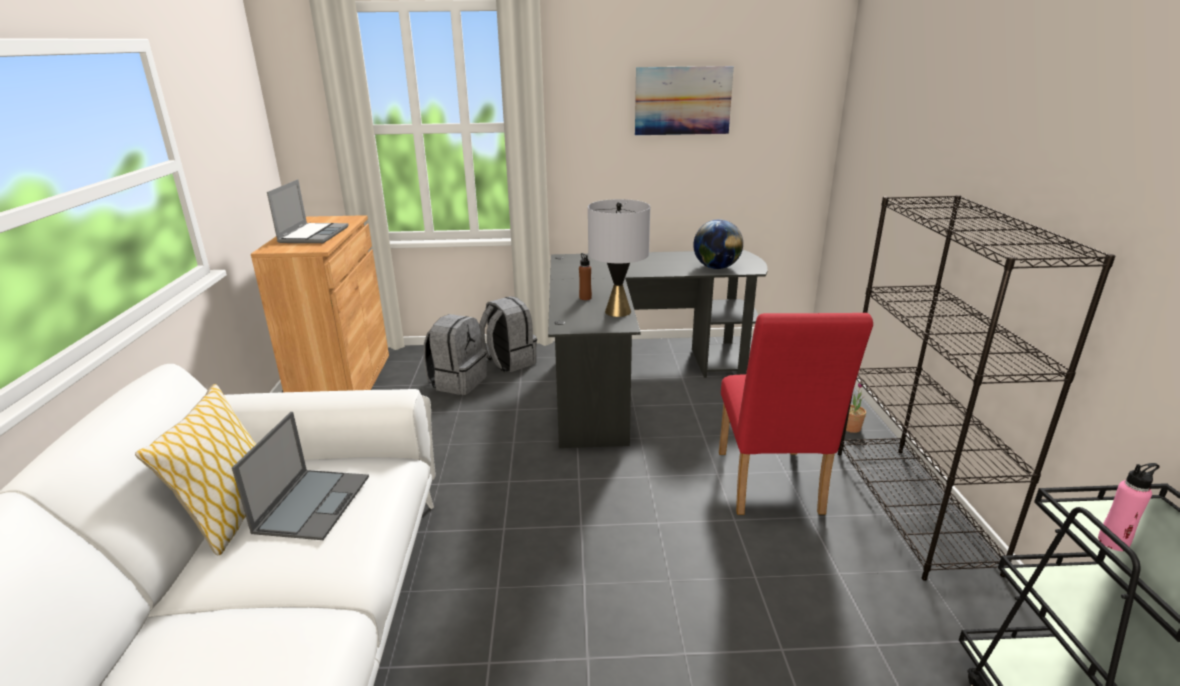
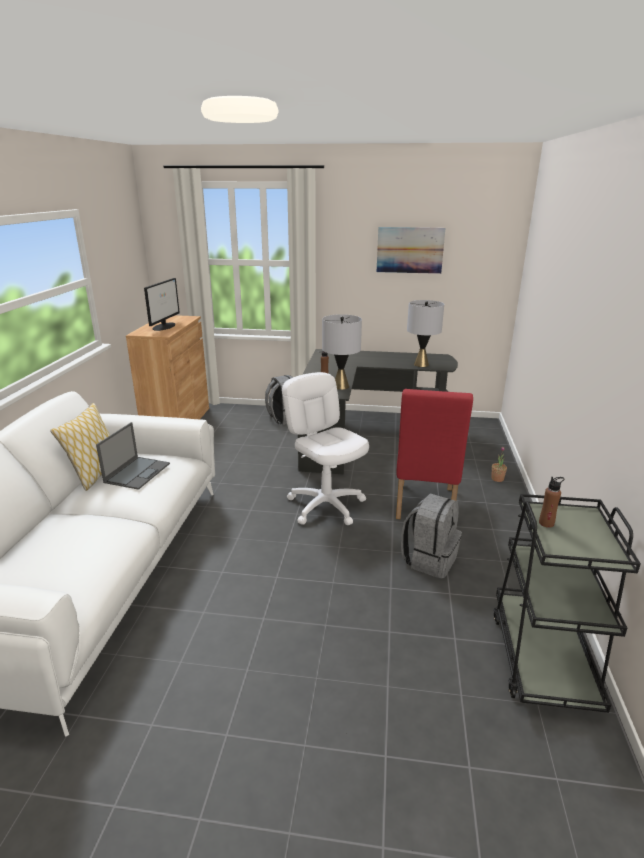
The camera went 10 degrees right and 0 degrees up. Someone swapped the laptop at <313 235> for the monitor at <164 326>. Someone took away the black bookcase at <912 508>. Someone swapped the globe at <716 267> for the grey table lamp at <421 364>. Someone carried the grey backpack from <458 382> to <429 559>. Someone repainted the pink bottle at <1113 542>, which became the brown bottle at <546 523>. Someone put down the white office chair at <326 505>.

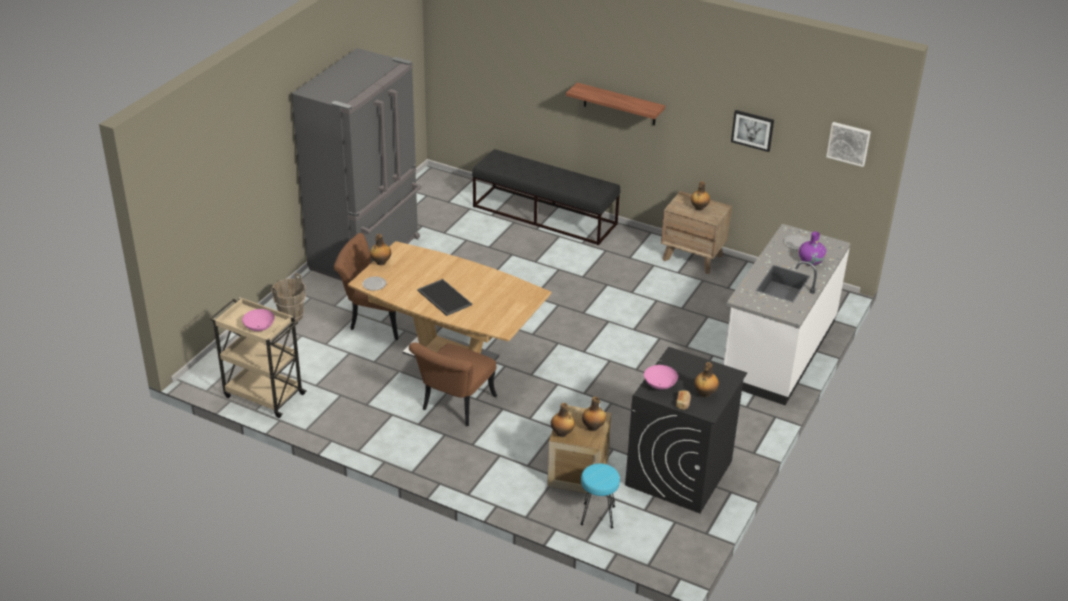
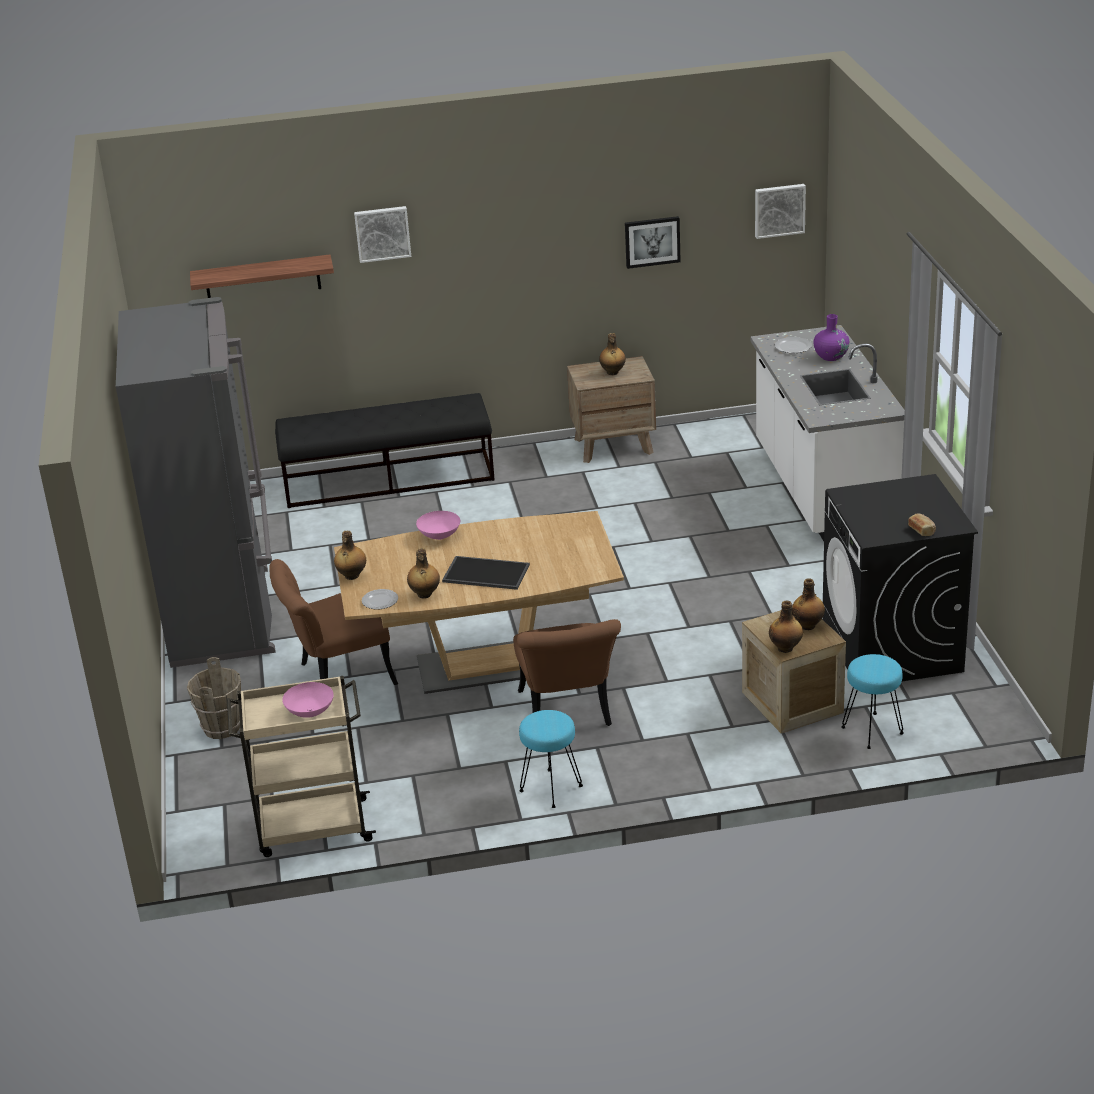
The camera went 35 degrees left and 5 degrees down. Someone carried the shelf from <619 104> to <262 279>. Someone carried the bottle from <704 394> to <424 594>. Someone carried the pink bowl from <659 385> to <439 536>. Someone put up the picture at <382 233>. Someone put down the turquoise stool at <550 788>.

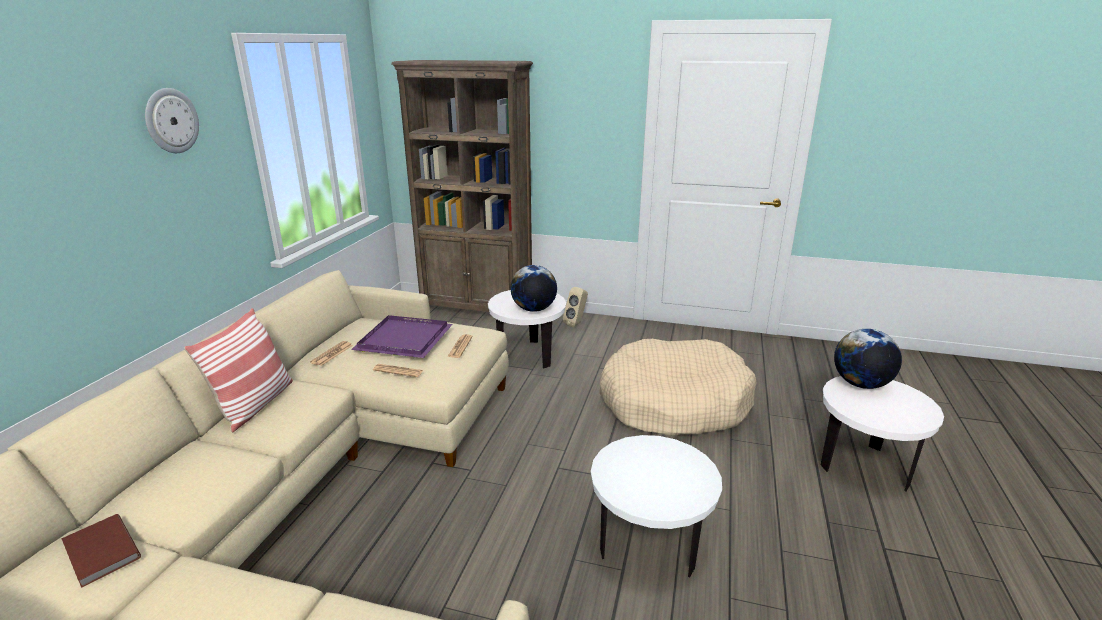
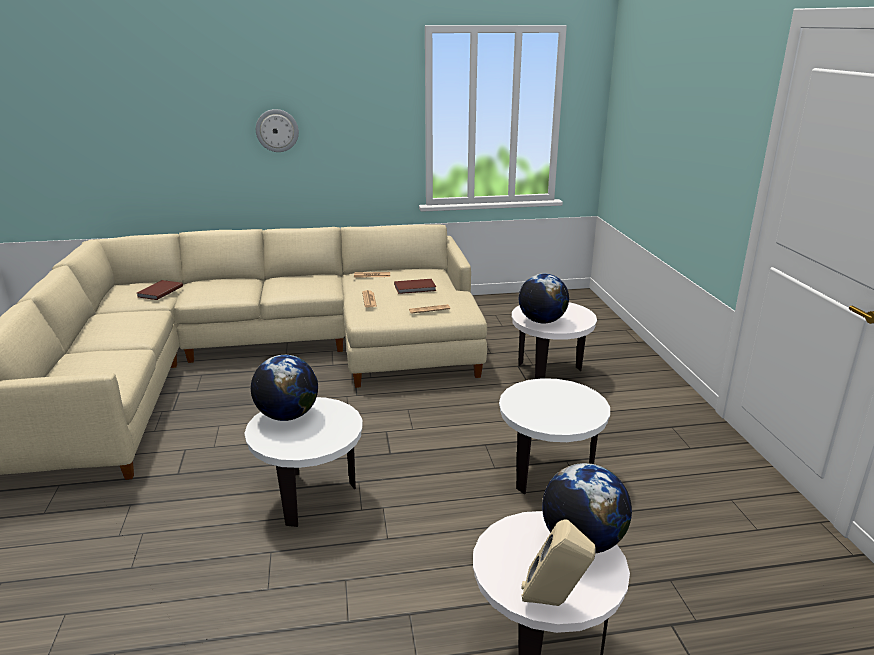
The camera went 65 degrees right and 0 degrees up. Someone took away the brown bookcase at <477 309>. Someone carried the wall clock from <171 121> to <277 130>. Someone carried the beige speaker from <576 324> to <554 602>. Someone took away the pillow at <255 404>. Someone swapped the purple tray at <406 339> for the brown book at <415 288>. Someone swapped the beige dog bed at <673 403> for the white side table at <549 473>. Someone put down the globe at <287 415>.

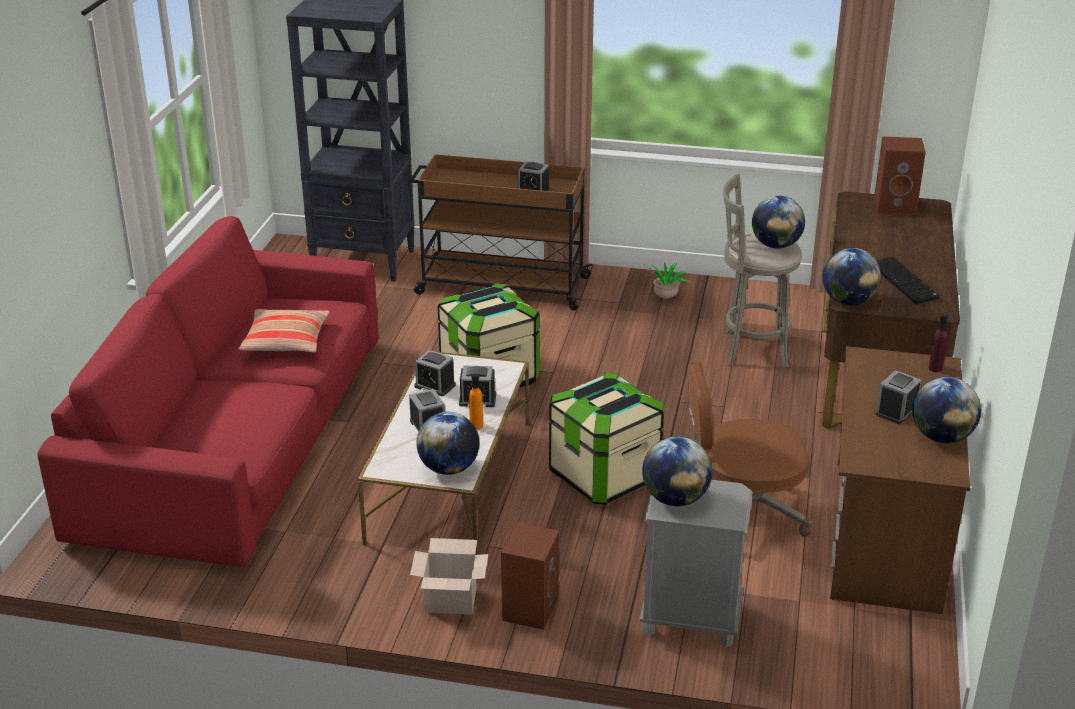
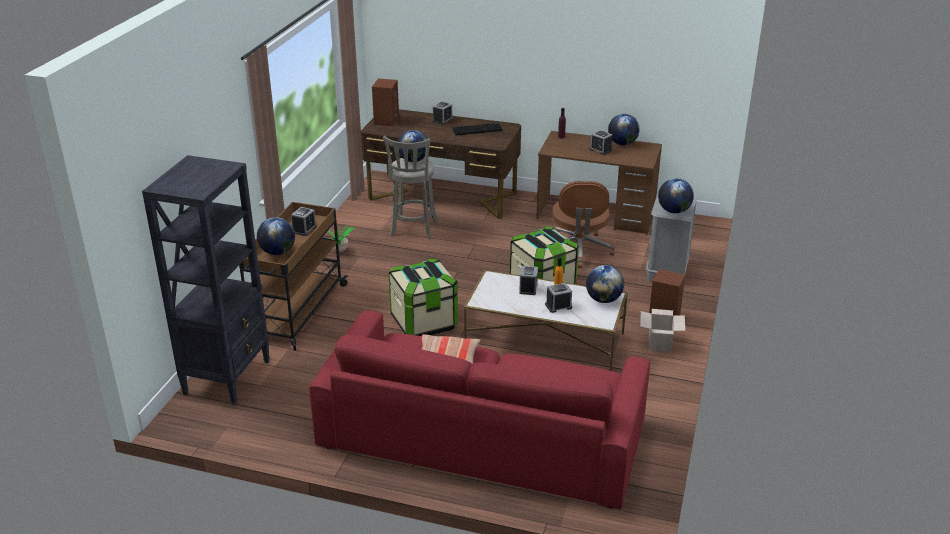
The camera went 85 degrees left and 0 degrees up. Someone carried the globe from <848 301> to <277 252>. Someone carried the alarm clock from <435 386> to <442 120>.

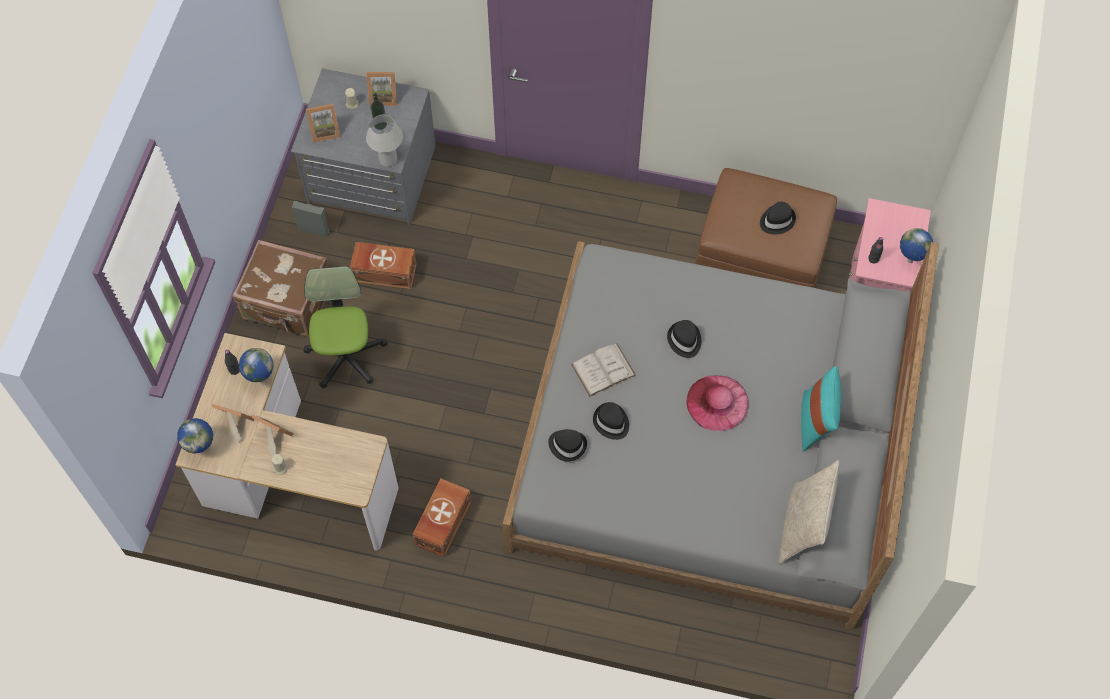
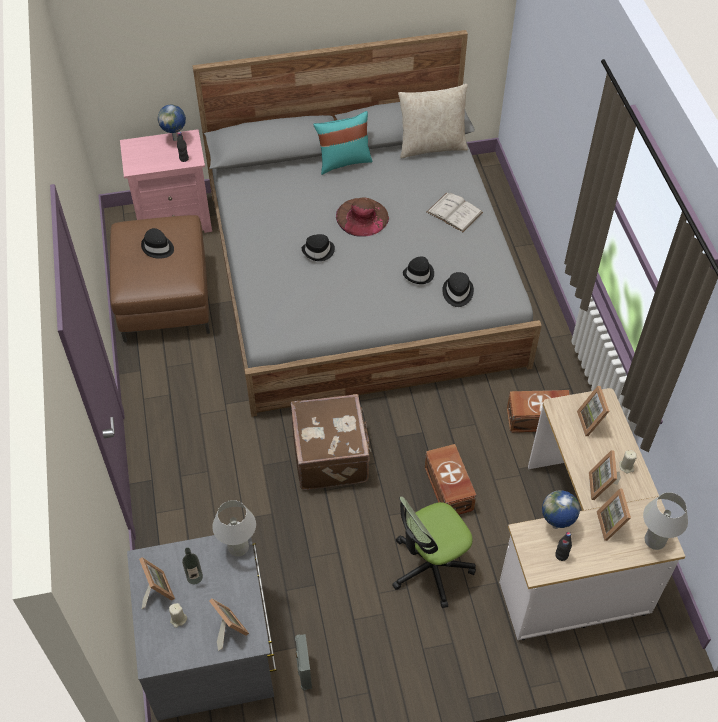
The camera went 115 degrees left and 10 degrees down. Someone carried the brown suitcase from <288 303> to <331 455>. Someone carried the brown storage box from <384 272> to <448 489>. Someone carried the white book from <603 369> to <454 212>. Someone repainted the pink hat at <717 402>, which became the brown hat at <362 217>. Someone swapped the globe at <202 448> for the white table lamp at <654 540>. Someone put down the picture frame at <593 422>.

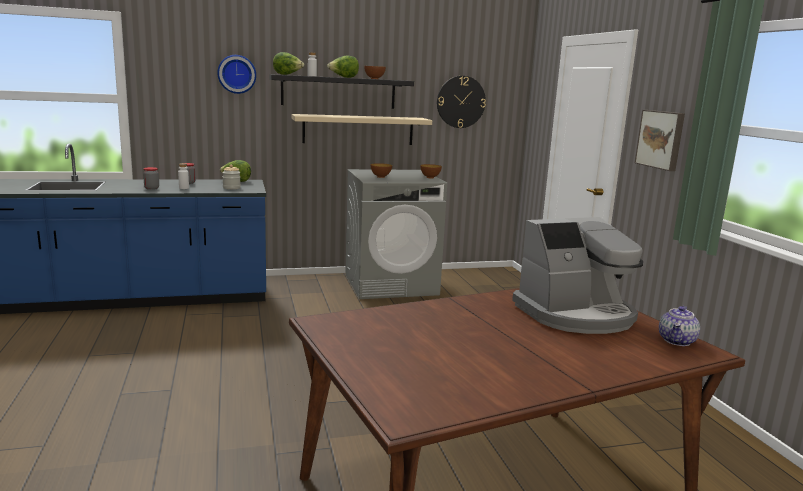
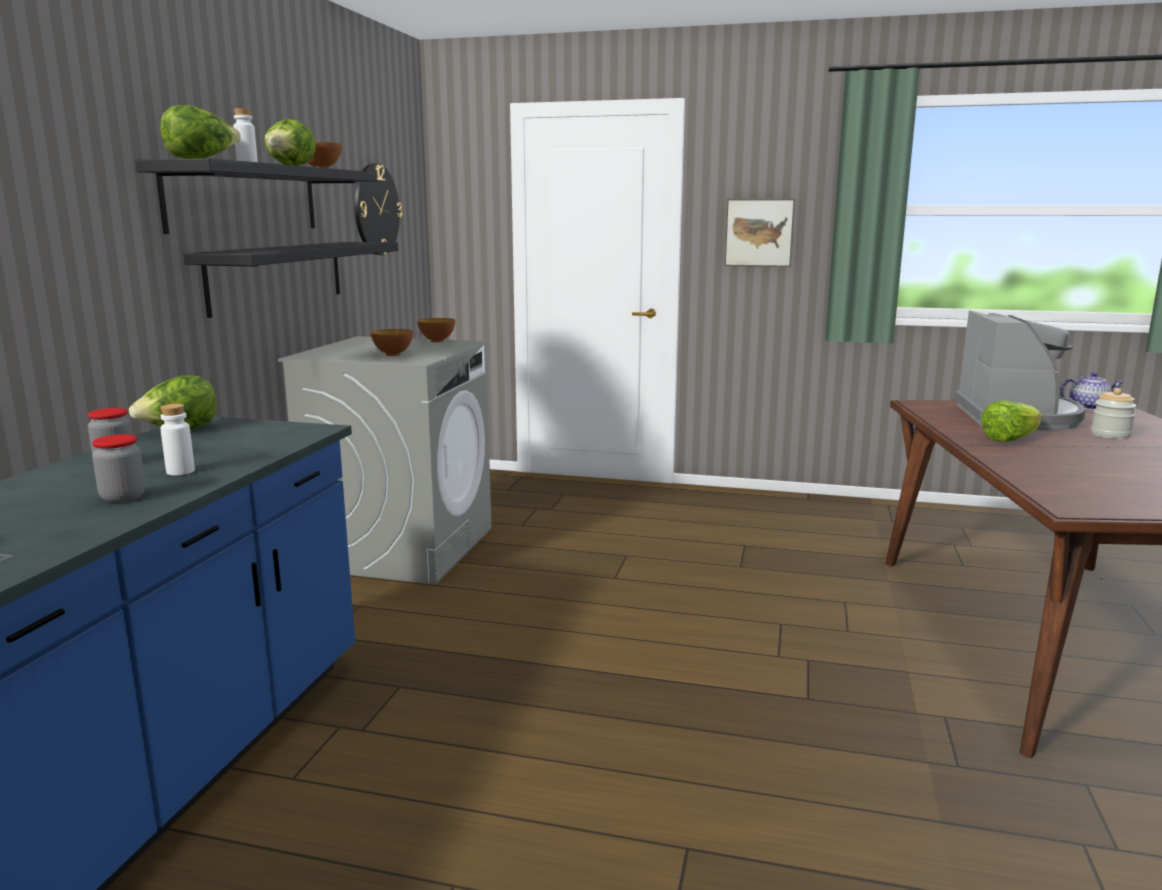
The camera went 60 degrees left and 0 degrees up. Someone took away the wall clock at <237 74>. Someone repainted the beige shelf at <358 130>, which became the black shelf at <278 275>. Someone carried the jar from <231 188> to <1110 435>. Someone rotated the teapot at <677 341> by 60 degrees counterclockwise. Someone put down the lettuce at <1010 439>.

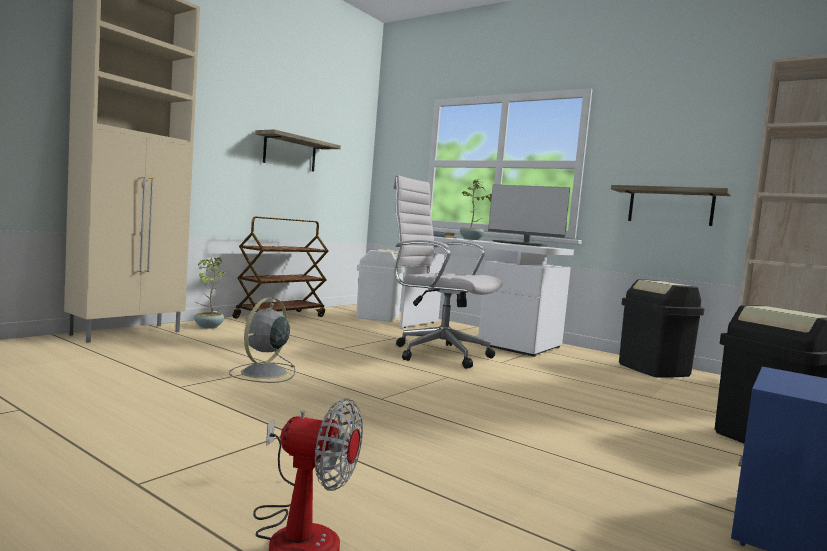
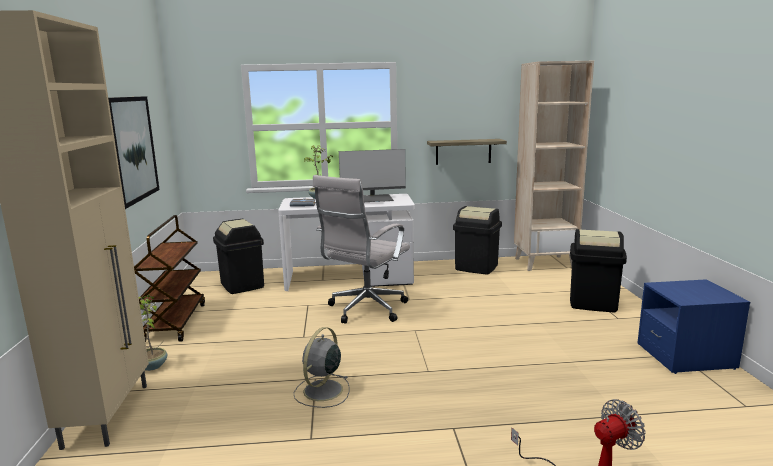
The camera went 40 degrees left and 10 degrees up. Someone swapped the shelf at <290 152> for the picture at <131 149>. Someone rotated the white office chair at <437 354> by 45 degrees counterclockwise. Someone repainted the white trash can at <378 317>, which became the black trash can at <242 285>. Someone rotated the grey fan at <263 373> by 45 degrees clockwise.

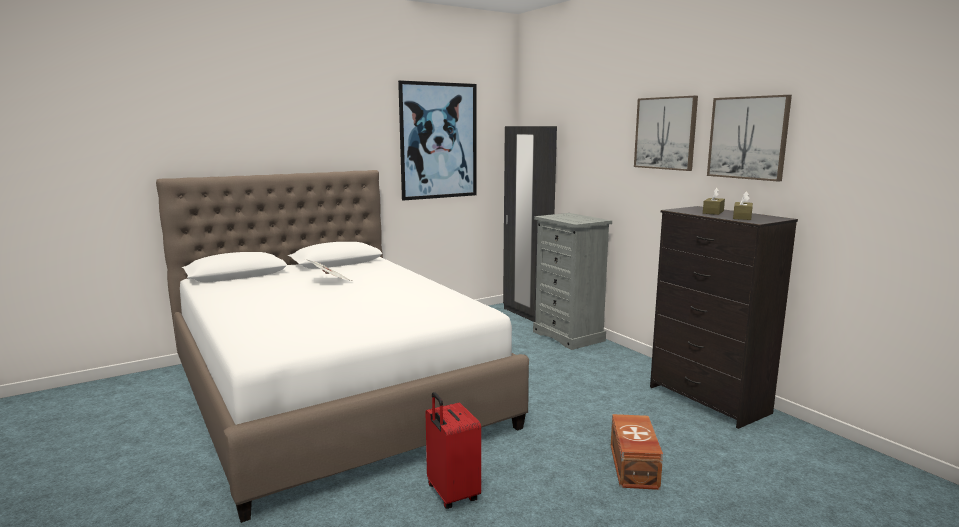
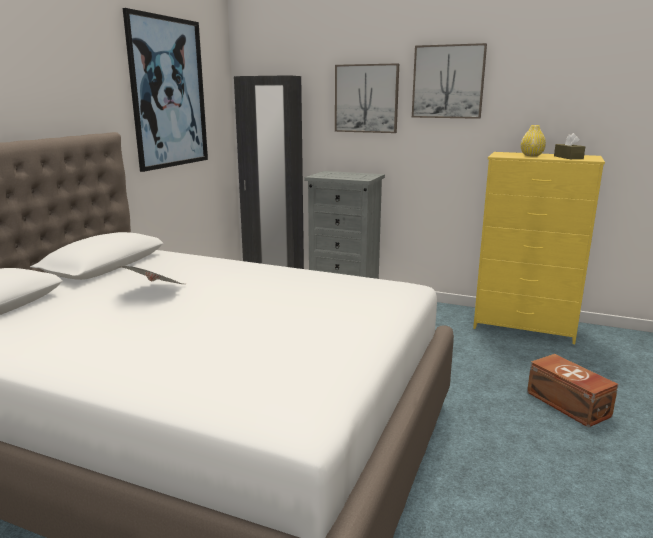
The camera went 35 degrees left and 5 degrees up. Someone carried the picture from <748 138> to <366 98>. Someone swapped the brown tissue box at <713 212> for the yellow vase at <531 155>. Someone repainted the black dresser at <708 400>, which became the yellow dresser at <524 327>. Someone took away the red suitcase at <451 494>.

